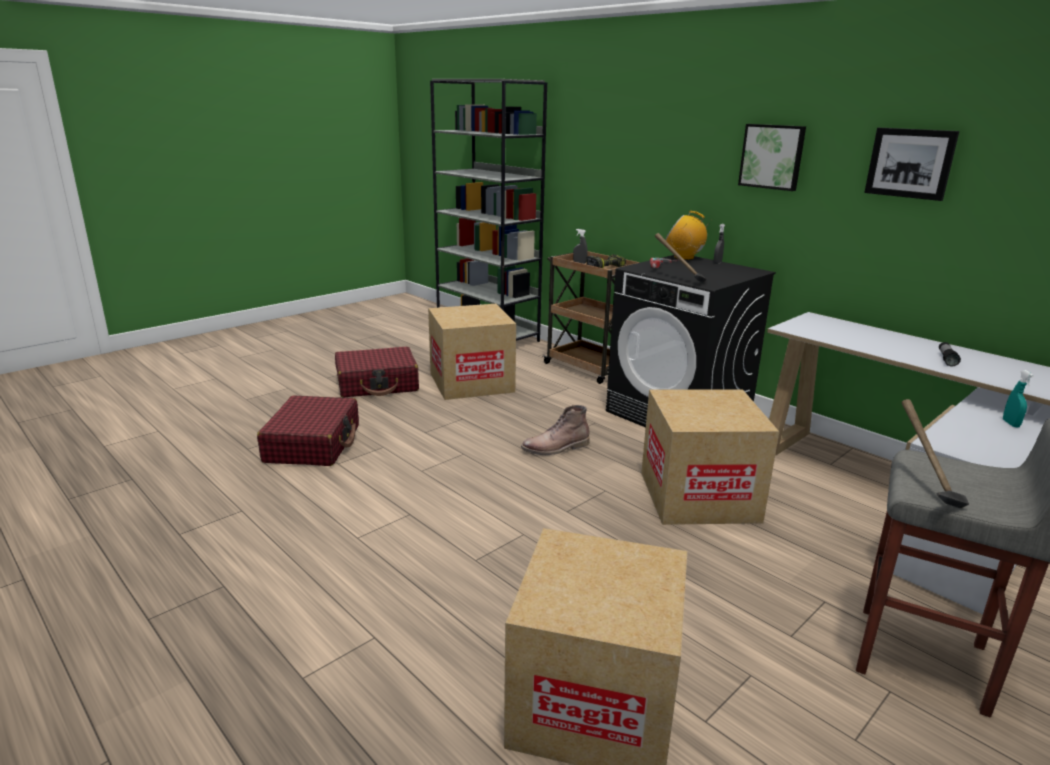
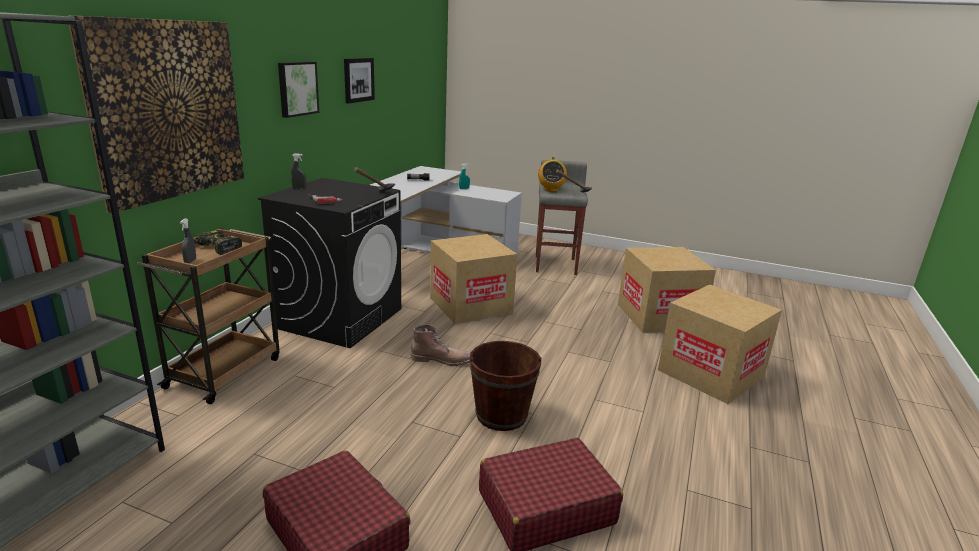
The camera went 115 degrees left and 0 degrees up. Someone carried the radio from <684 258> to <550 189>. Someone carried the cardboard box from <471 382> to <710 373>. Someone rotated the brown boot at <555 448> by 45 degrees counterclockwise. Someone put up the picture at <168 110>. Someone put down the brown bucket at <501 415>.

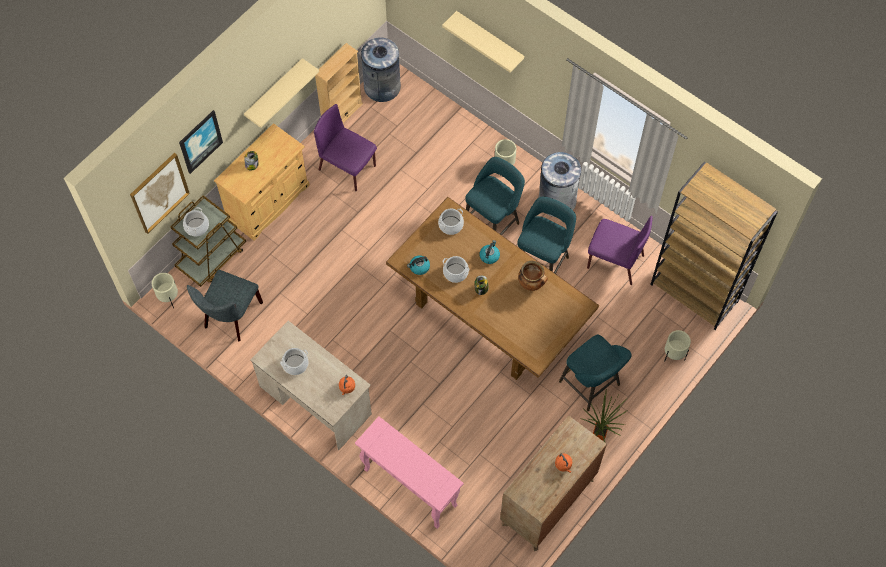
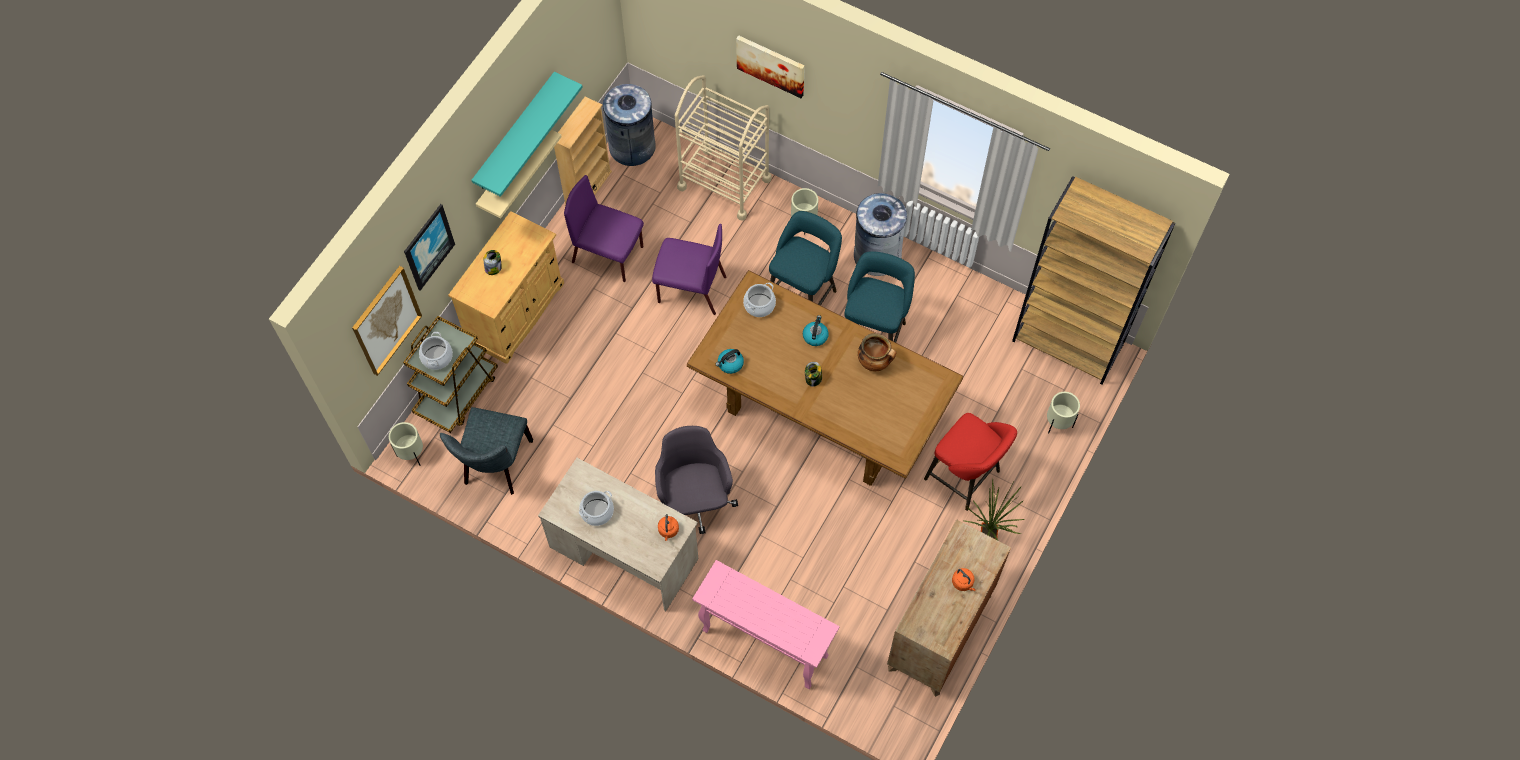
The camera went 10 degrees left and 0 degrees up. Someone swapped the beige shelf at <489 40> for the picture at <771 65>. Someone carried the purple chair from <614 261> to <690 289>. Someone took away the cooking pot at <455 272>. Someone repainted the turquoise stool at <591 385>, which became the red stool at <965 478>. Someone put up the turquoise shelf at <515 133>. Someone put down the beige cart at <724 183>. Someone put down the grey office chair at <694 500>.

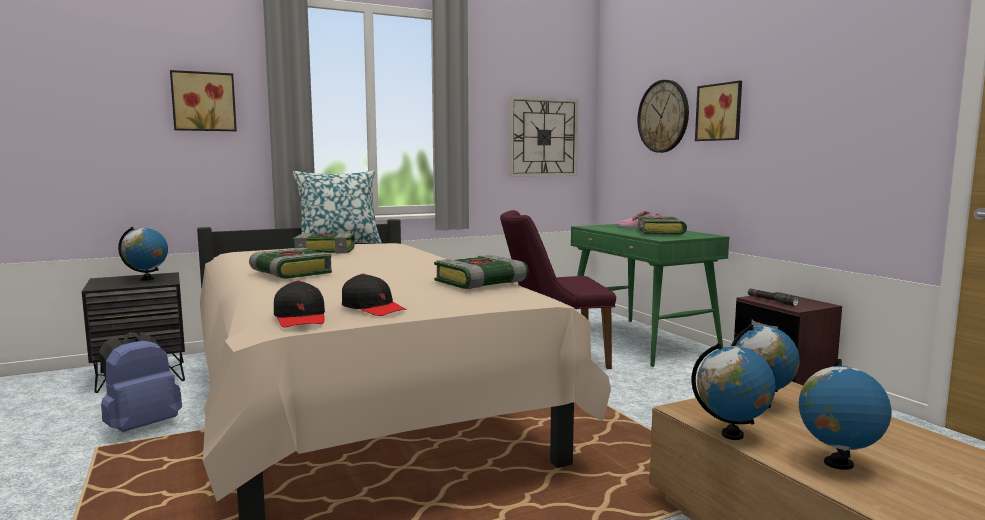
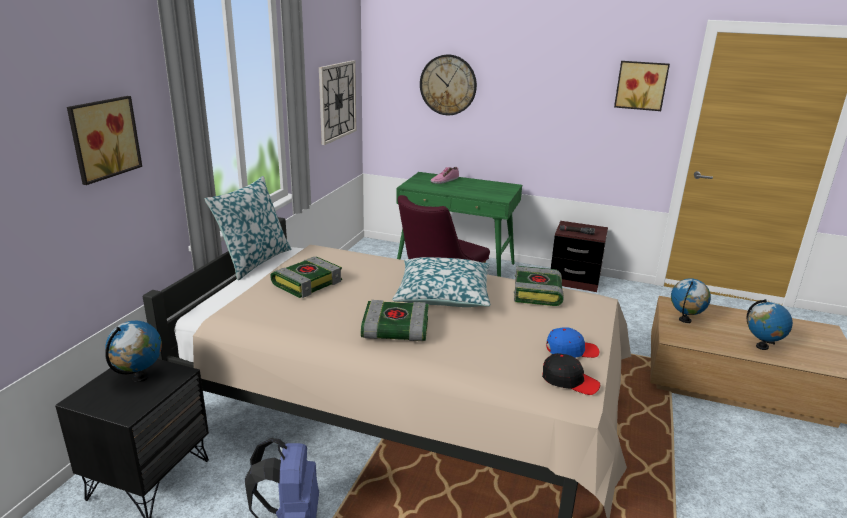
The camera went 45 degrees left and 15 degrees up. Someone carried the picture from <720 112> to <641 85>. Someone took away the book at <661 233>. Someone repainted the black cap at <373 308>, which became the blue cap at <571 350>. Someone took away the globe at <732 435>. Someone put down the pillow at <443 294>.

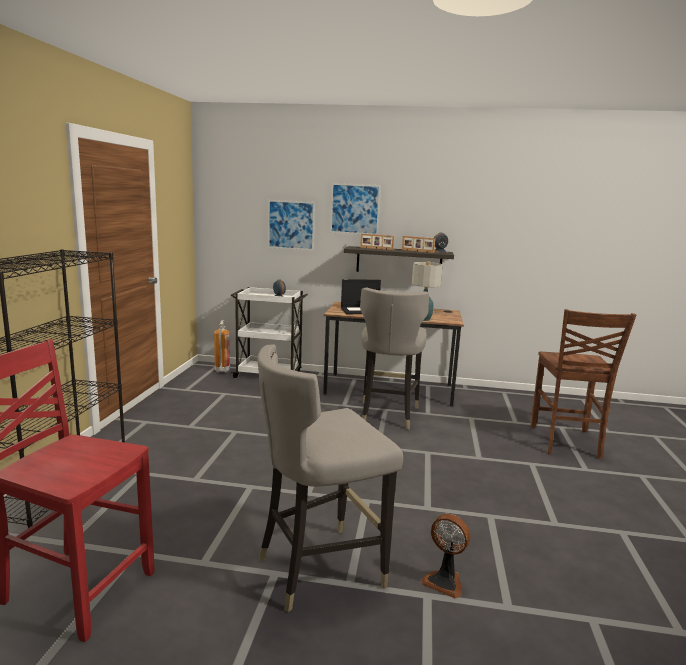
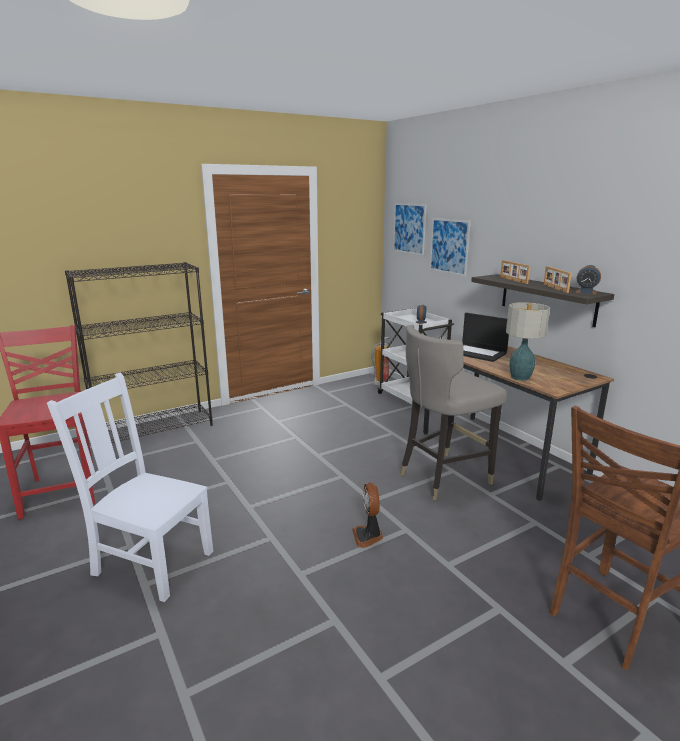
The camera went 50 degrees right and 5 degrees up. Someone carried the picture from <355 209> to <409 228>. Someone swapped the grey stool at <318 569> for the white chair at <150 561>. Someone carried the fan from <444 581> to <368 536>.

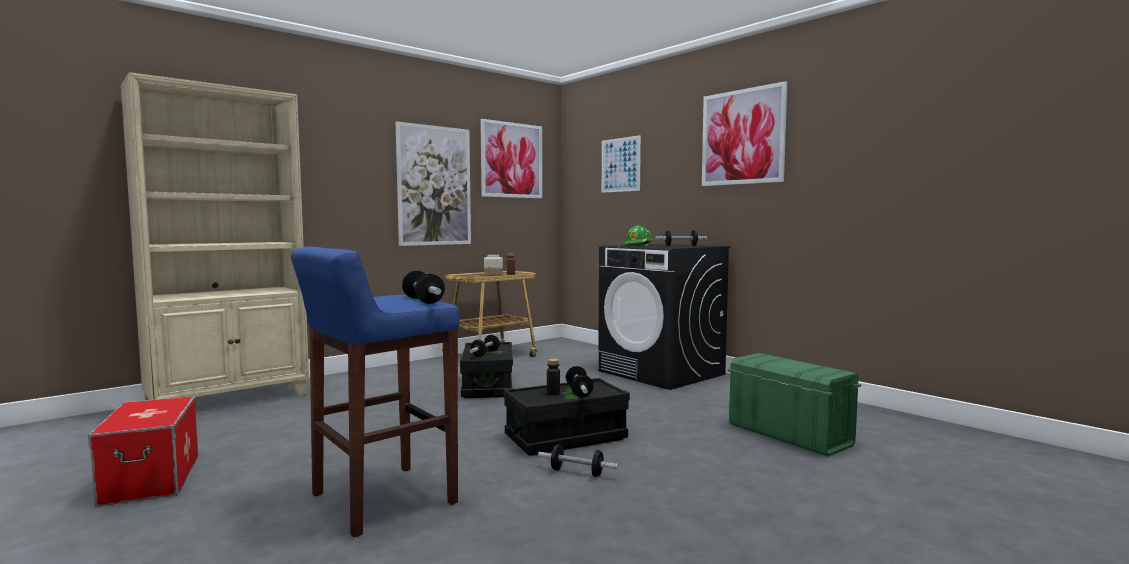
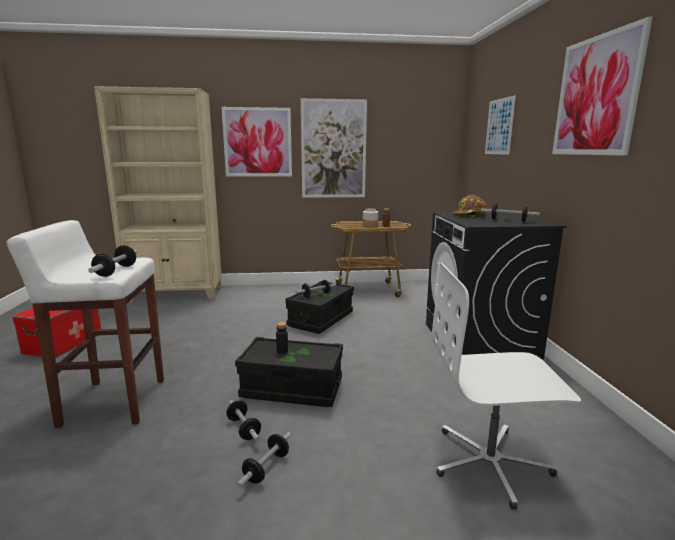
The camera went 35 degrees right and 10 degrees up. Someone carried the picture from <512 160> to <257 142>. Someone repainted the green hard hat at <638 245>, which became the brown hard hat at <470 215>. Someone repainted the blue stool at <381 499>, which became the white stool at <112 402>. Someone swapped the green storage box at <788 434> for the white office chair at <490 463>. Someone carried the dumbbell from <579 392> to <266 468>.

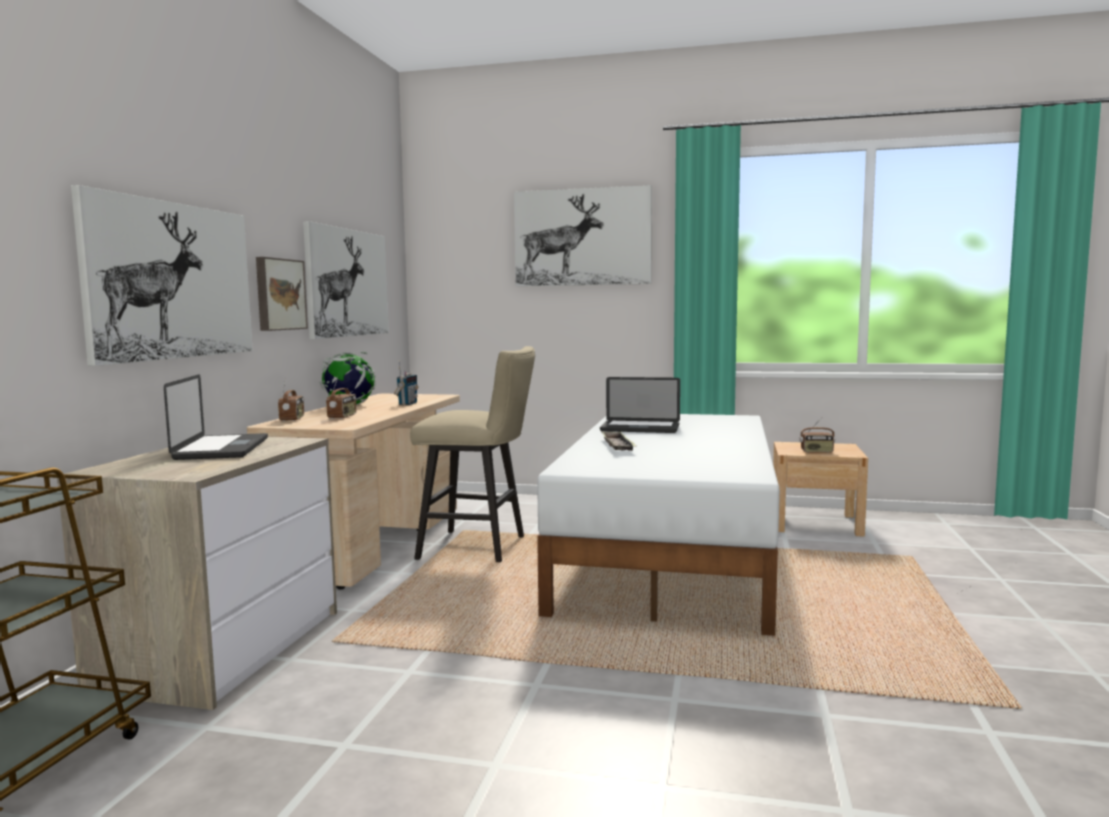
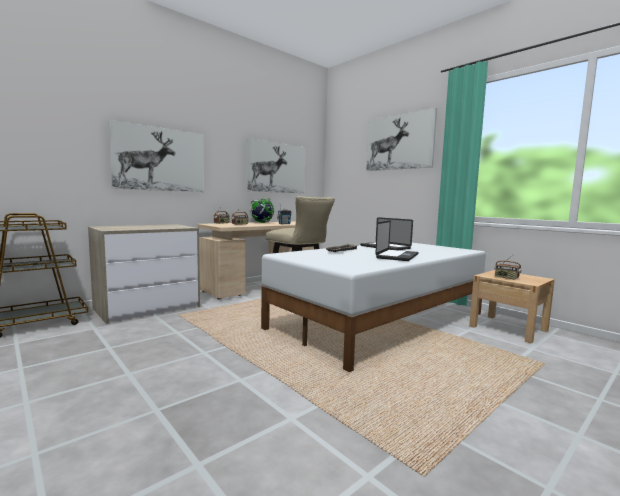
The camera went 35 degrees right and 0 degrees up. Someone took away the picture at <279 294>. Someone carried the laptop from <222 449> to <397 256>.

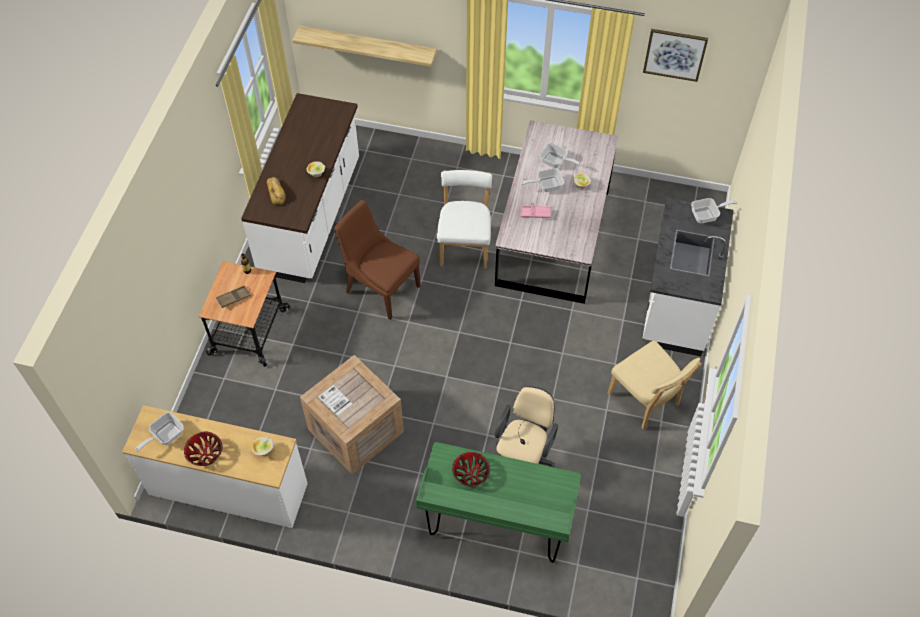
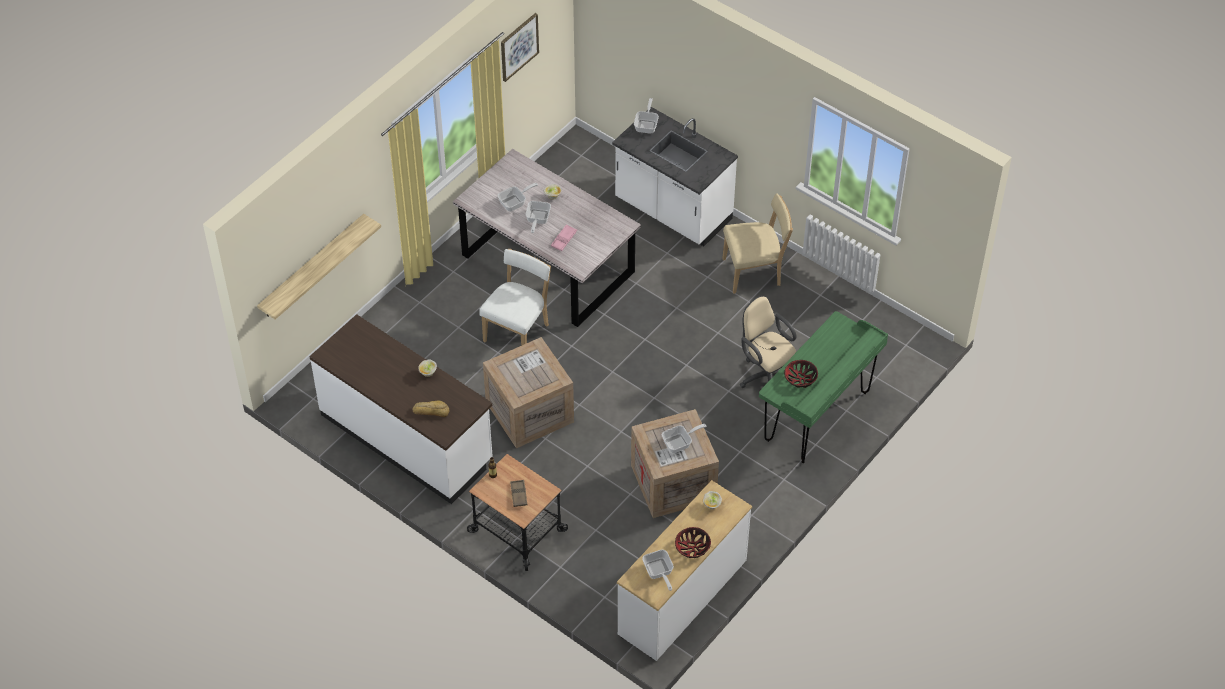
The camera went 65 degrees left and 5 degrees down. Someone rotated the white chair at <465 245> by 90 degrees clockwise. Someone swapped the brown chair at <381 287> for the crate at <528 412>. Someone put down the frying pan at <680 443>.

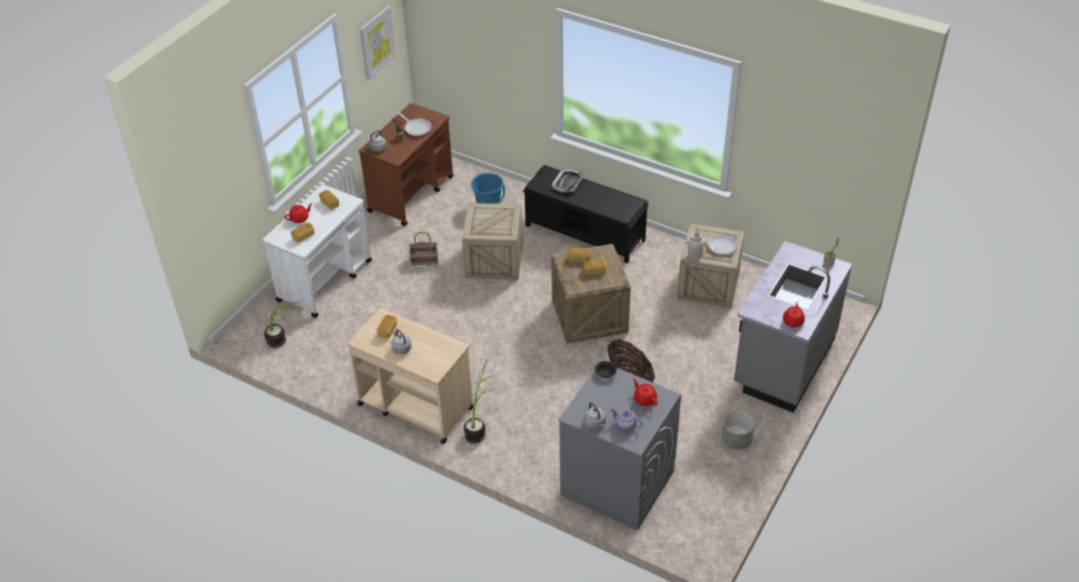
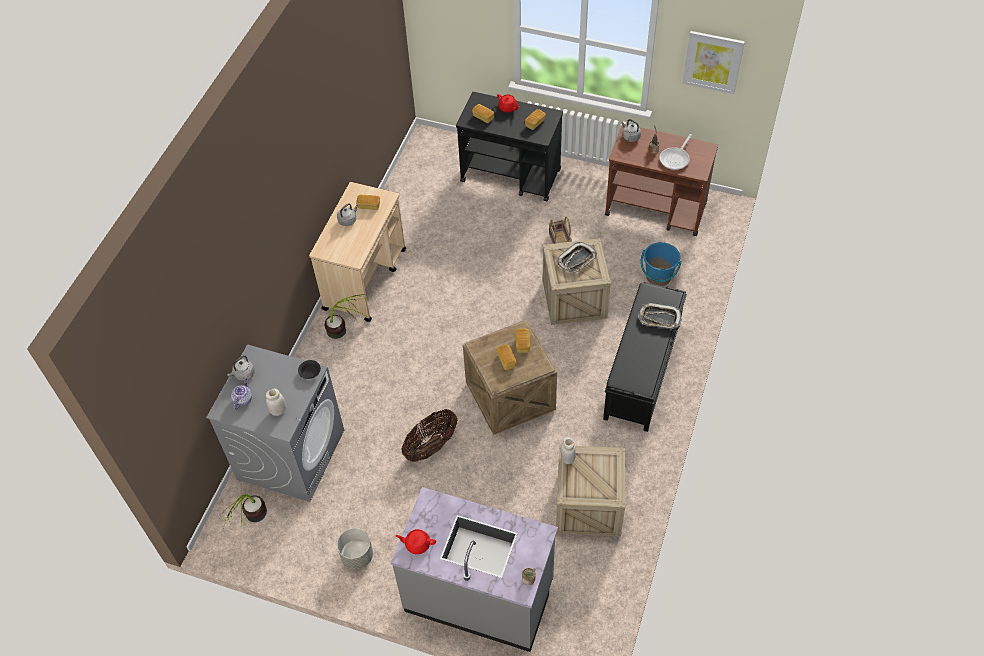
The camera went 80 degrees right and 10 degrees up. Someone repainted the white cart at <325 280>, which became the black cart at <511 176>. Someone took away the frying pan at <718 246>. Someone carried the potted plant from <286 344> to <251 524>. Someone swapped the red teapot at <645 399> for the white jar at <278 411>. Someone put down the tray at <577 260>.

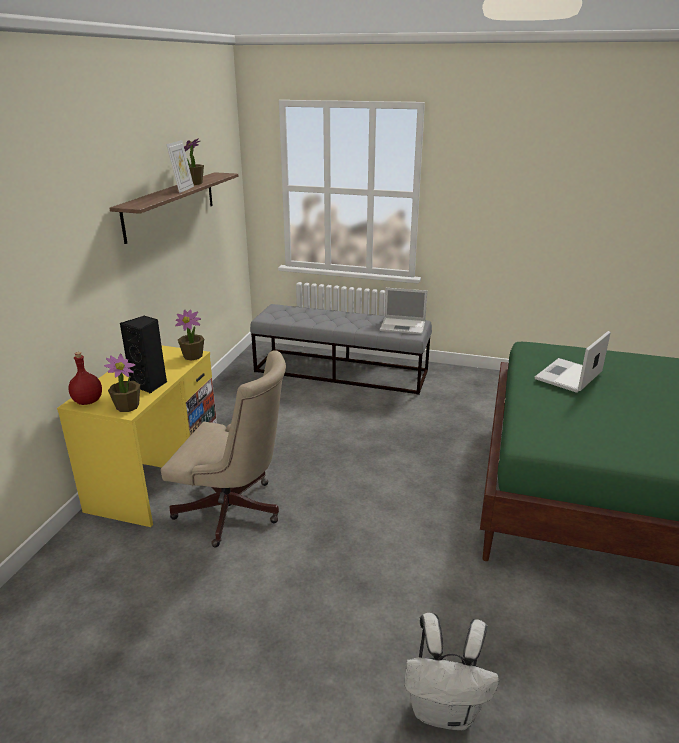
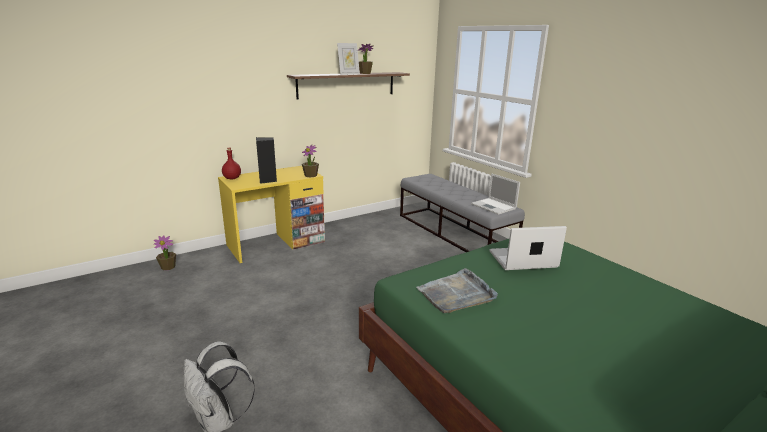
The camera went 40 degrees right and 5 degrees down. Someone took away the beige office chair at <234 512>. Someone carried the potted plant from <127 406> to <168 267>. Someone put down the grey tray at <456 294>.

